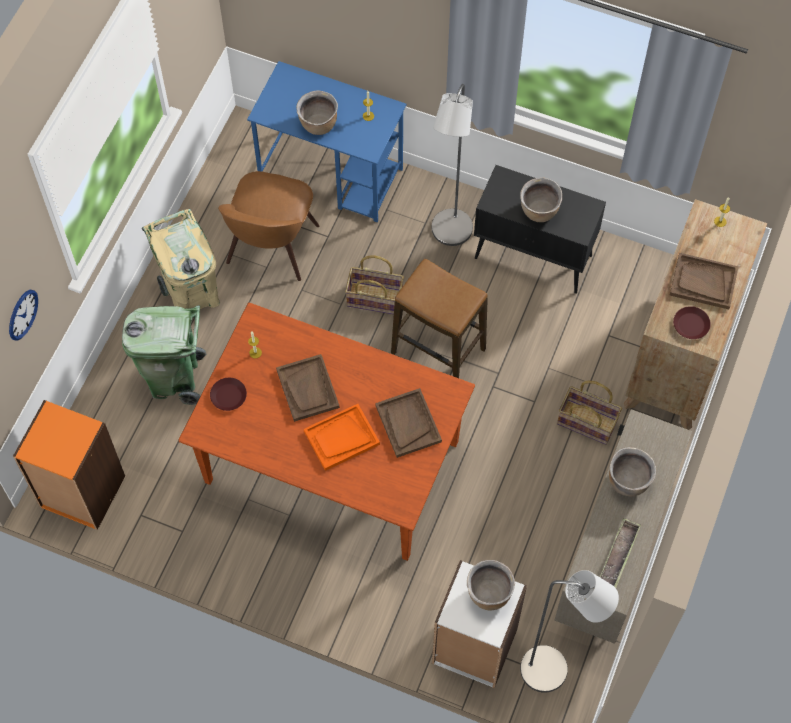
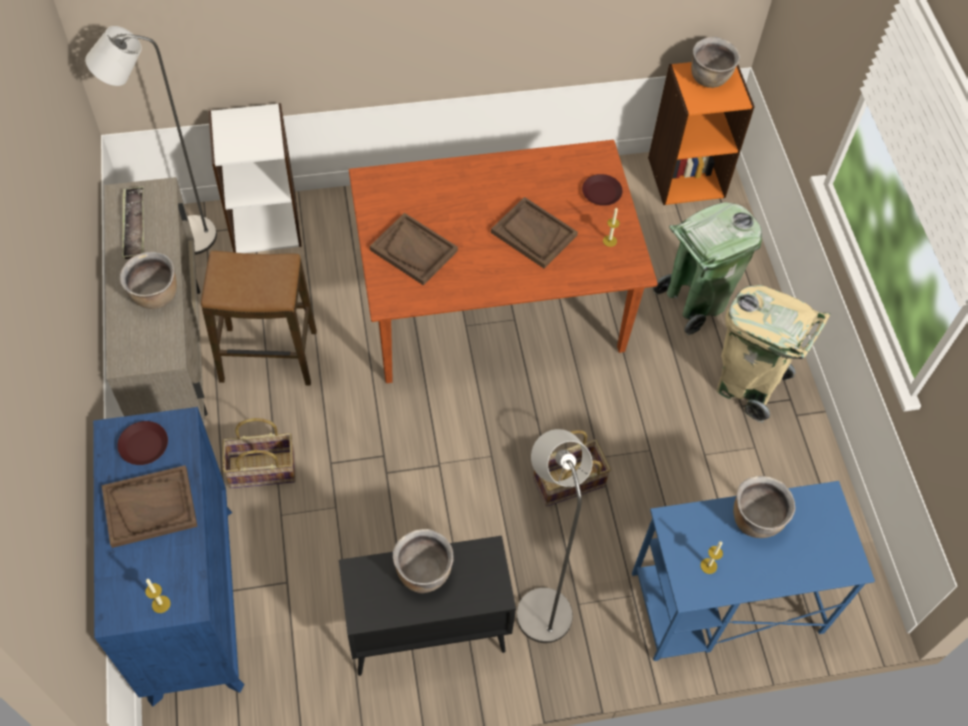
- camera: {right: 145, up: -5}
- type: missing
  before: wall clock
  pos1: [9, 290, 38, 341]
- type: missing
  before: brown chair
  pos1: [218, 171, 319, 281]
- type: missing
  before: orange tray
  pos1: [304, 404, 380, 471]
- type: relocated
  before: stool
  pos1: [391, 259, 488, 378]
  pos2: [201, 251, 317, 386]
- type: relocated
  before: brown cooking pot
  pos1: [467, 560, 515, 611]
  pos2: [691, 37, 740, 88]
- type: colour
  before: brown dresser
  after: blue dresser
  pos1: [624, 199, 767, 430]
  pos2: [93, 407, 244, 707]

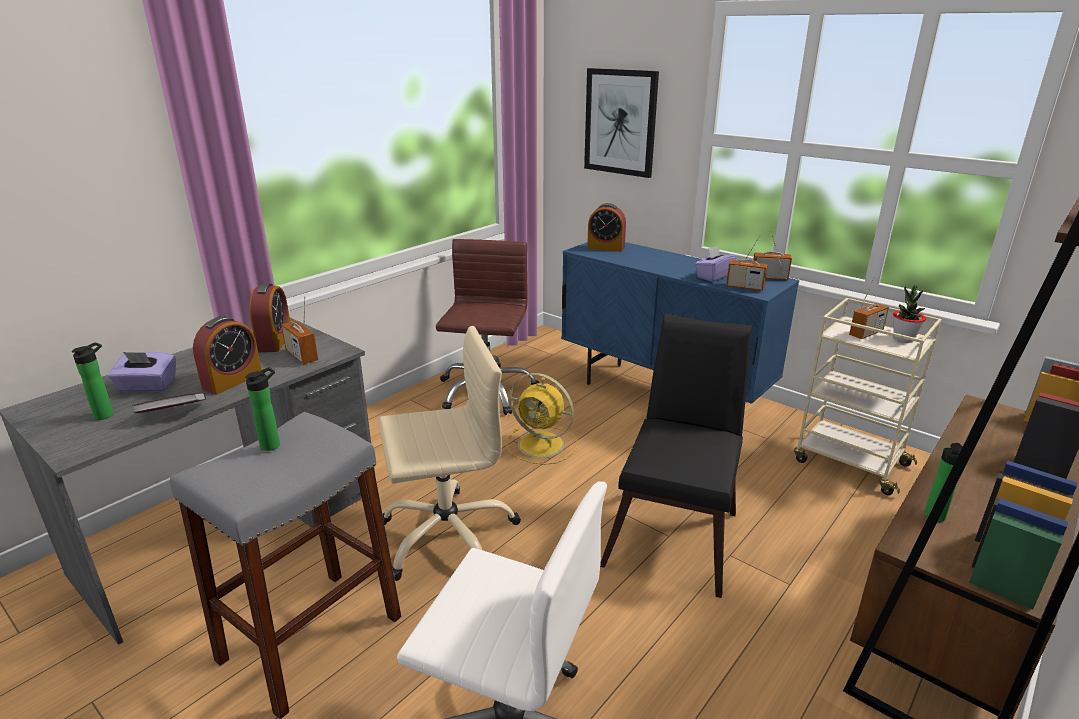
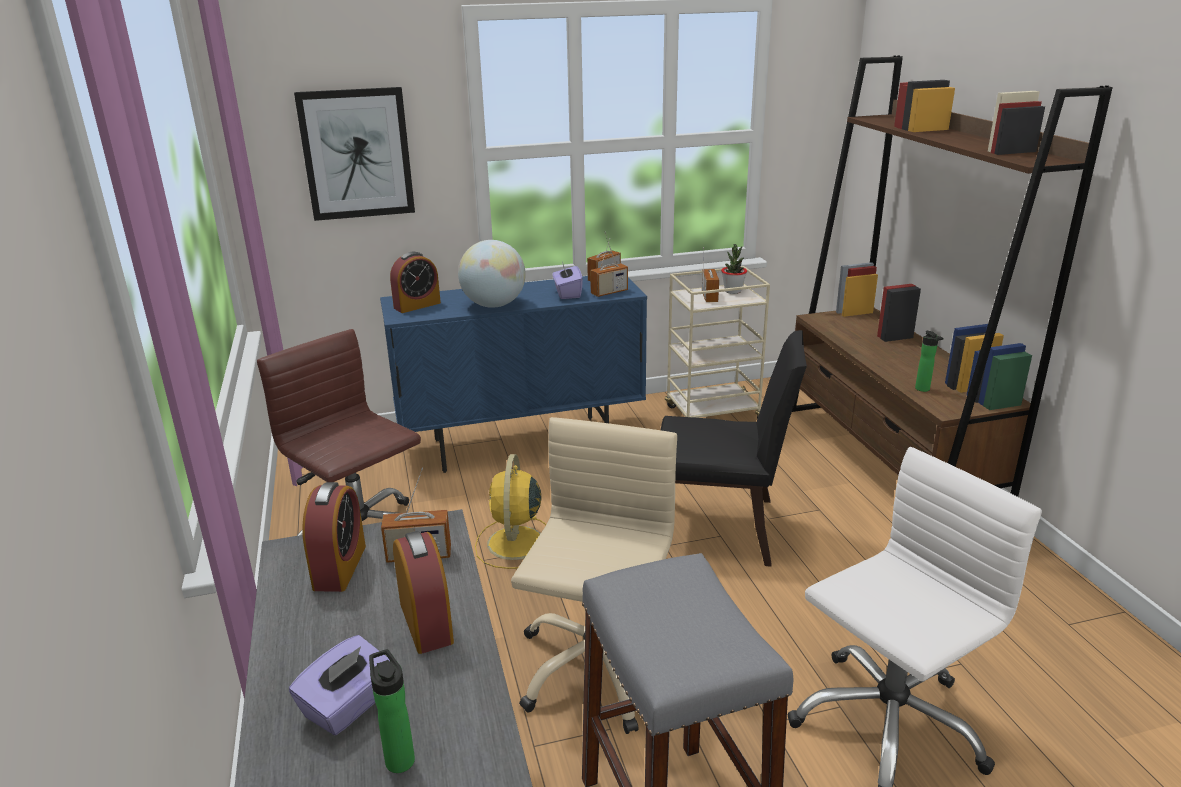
- camera: {right: -55, up: 0}
- type: missing
  before: book
  pos1: [132, 392, 206, 413]
- type: missing
  before: bottle
  pos1: [245, 367, 280, 451]
- type: appeared
  after: globe
  pos2: [458, 240, 526, 308]
- type: spun
  before: alarm clock
  pos1: [249, 283, 290, 352]
  pos2: [302, 482, 366, 592]
  turn: 60
- type: spun
  before: yellow fan
  pos1: [506, 373, 578, 465]
  pos2: [475, 454, 546, 569]
  turn: 120
- type: spun
  before: black chair
  pos1: [600, 313, 752, 598]
  pos2: [661, 330, 807, 567]
  turn: 135

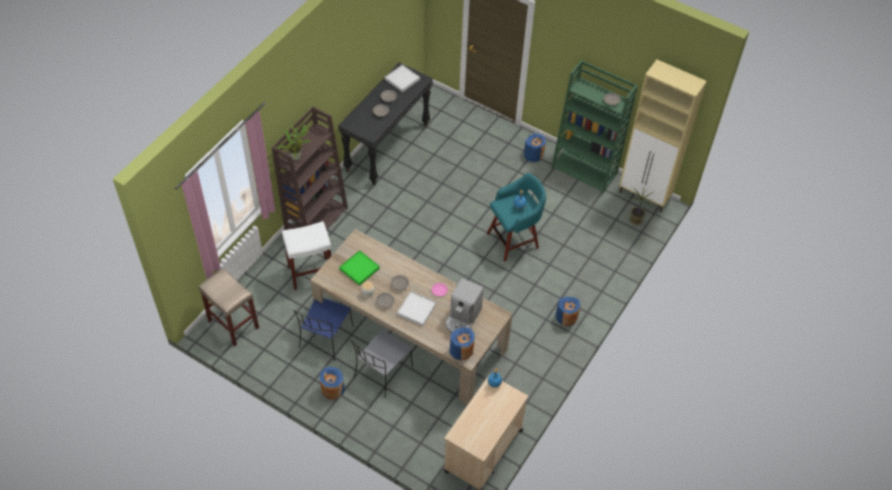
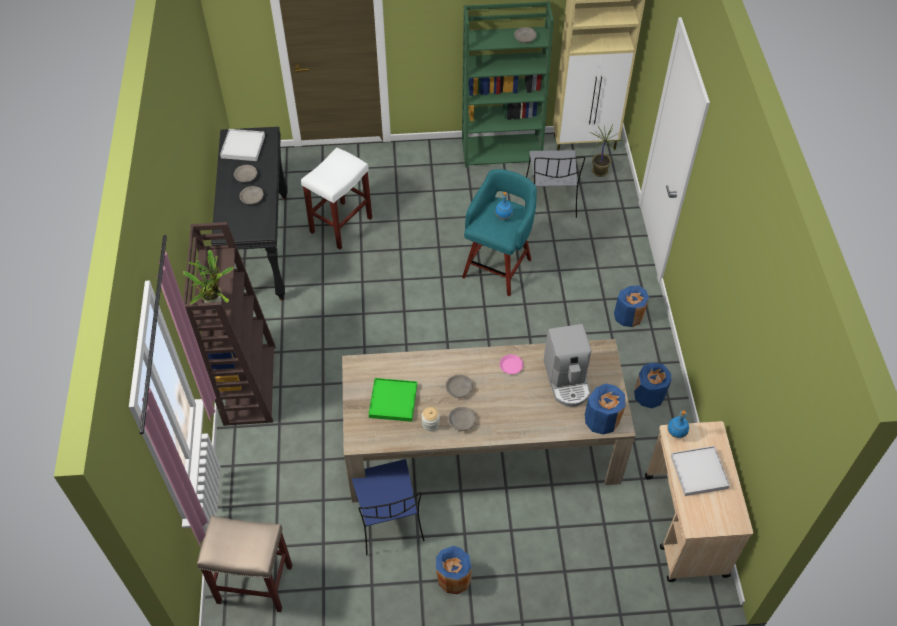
- camera: {right: -35, up: 0}
- type: relocated
  before: white stool
  pos1: [282, 221, 331, 290]
  pos2: [301, 147, 372, 249]
- type: relocated
  before: grey chair
  pos1: [351, 329, 413, 398]
  pos2: [526, 150, 585, 218]
- type: relocated
  before: white tray
  pos1: [397, 291, 436, 326]
  pos2: [671, 446, 730, 496]
- type: relocated
  before: blue vase
  pos1: [524, 133, 546, 162]
  pos2: [634, 363, 671, 408]

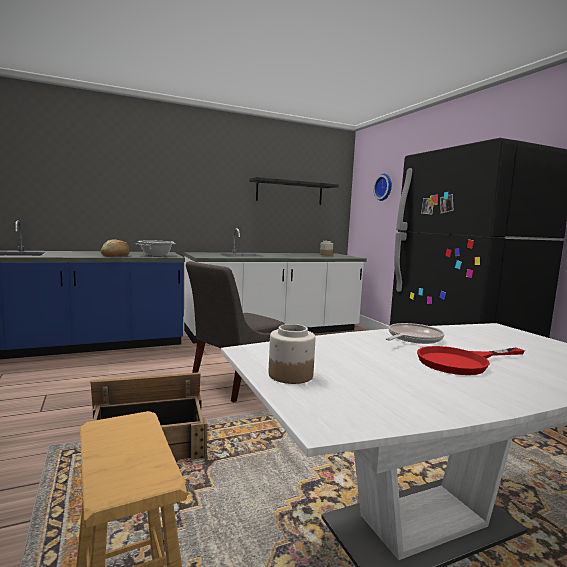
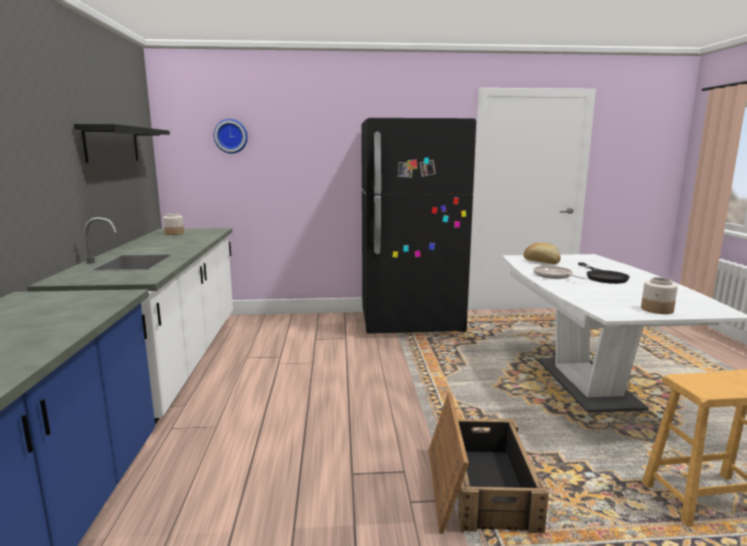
- camera: {right: -70, up: 5}
- type: missing
  before: cooking pot
  pos1: [136, 241, 176, 256]
- type: missing
  before: grey chair
  pos1: [186, 261, 285, 402]
- type: relocated
  before: bread
  pos1: [101, 239, 130, 257]
  pos2: [524, 242, 561, 264]
- type: colour
  before: red frying pan
  after: black frying pan
  pos1: [417, 346, 525, 375]
  pos2: [578, 262, 630, 284]

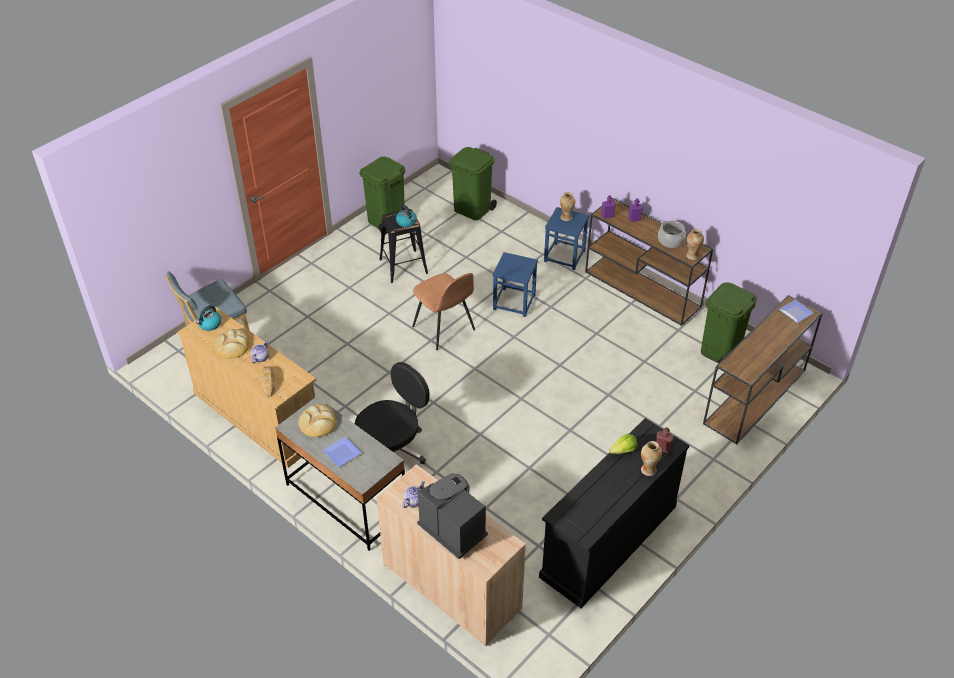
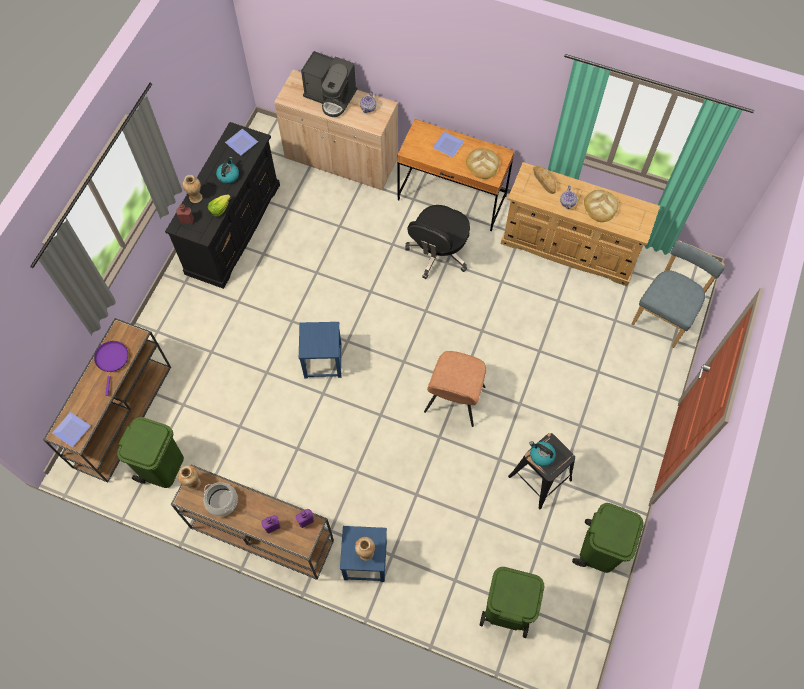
- camera: {right: 160, up: 20}
- type: appeared
  after: purple frying pan
  pos2: [94, 341, 128, 396]
- type: appeared
  after: plate
  pos2: [225, 129, 258, 156]
- type: relocated
  before: kettle
  pos1: [196, 305, 222, 331]
  pos2: [216, 157, 239, 184]
- type: relocated
  before: blue stool
  pos1: [493, 252, 538, 317]
  pos2: [299, 322, 342, 378]
- type: colour
  before: grey desk
  after: brown desk
  pos1: [275, 396, 405, 551]
  pos2: [397, 119, 515, 231]
- type: spun
  before: brown chair
  pos1: [412, 273, 475, 350]
  pos2: [424, 351, 486, 427]
  turn: -105

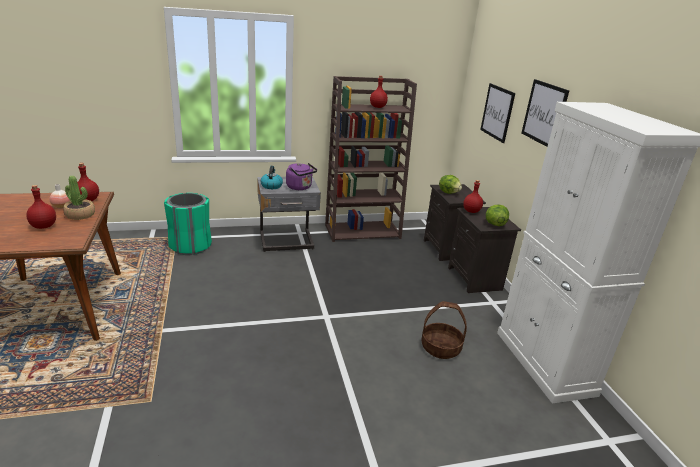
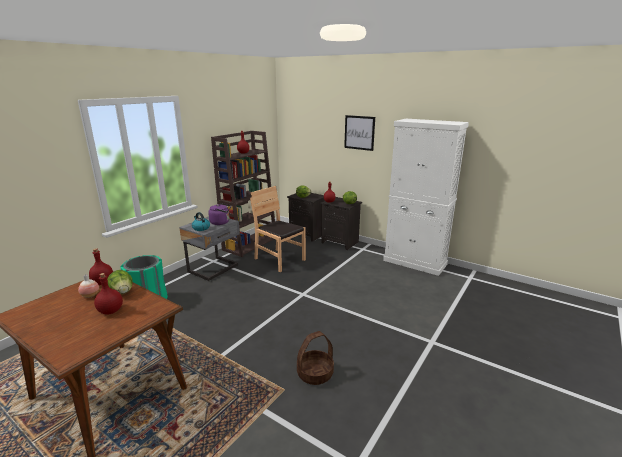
- camera: {right: -40, up: -5}
- type: missing
  before: picture
  pos1: [480, 83, 515, 143]
- type: appeared
  after: brown chair
  pos2: [250, 186, 306, 272]
- type: relocated
  before: basket
  pos1: [422, 301, 467, 359]
  pos2: [297, 331, 334, 385]
- type: exchanged
  before: potted plant
  after: lettuce
  pos1: [64, 176, 95, 220]
  pos2: [107, 270, 132, 294]

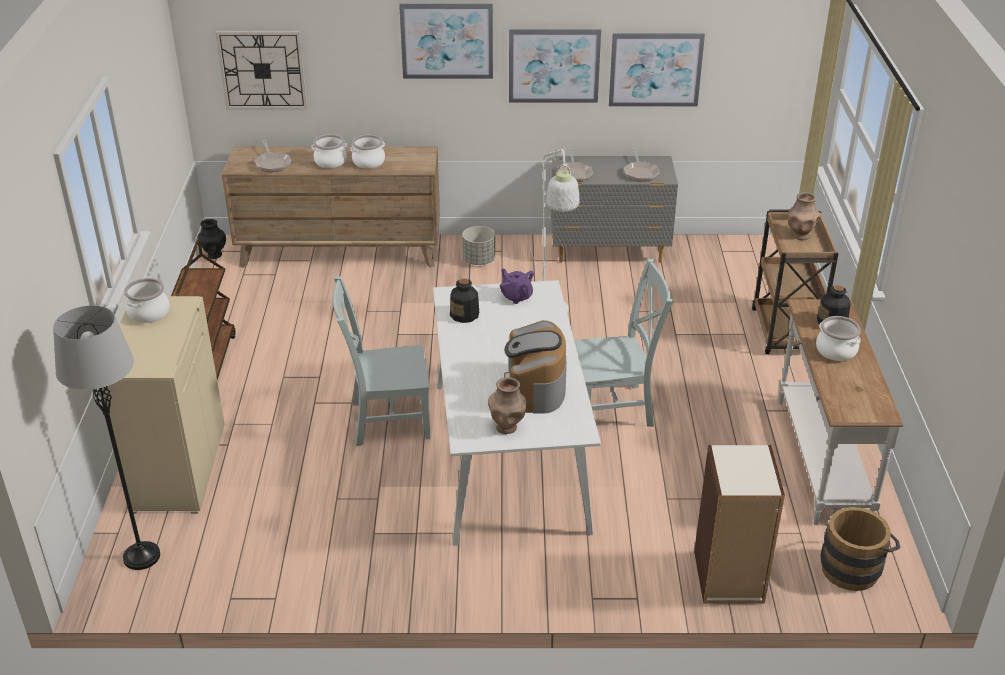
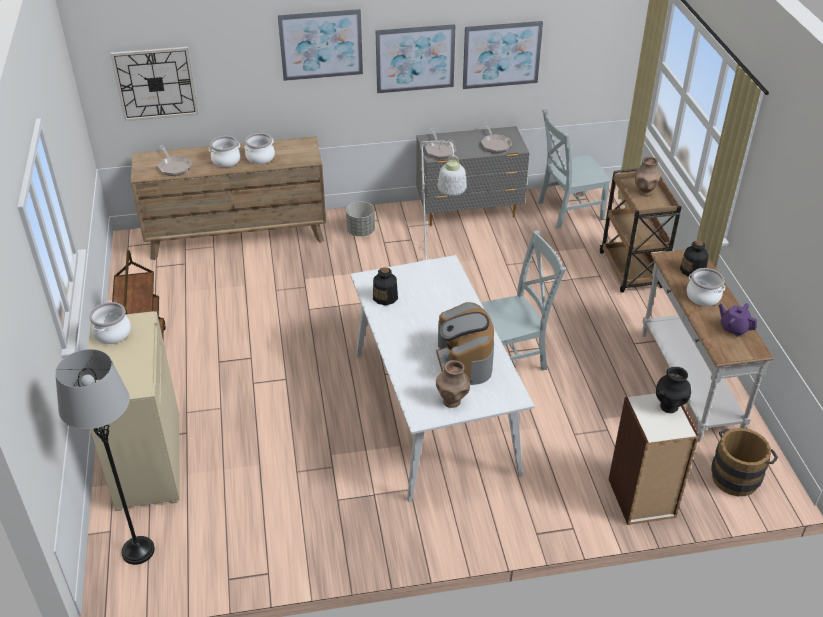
- camera: {right: -10, up: 5}
- type: relocated
  before: black vase
  pos1: [197, 219, 226, 259]
  pos2: [656, 367, 691, 413]
- type: relocated
  before: grey chair
  pos1: [333, 276, 430, 446]
  pos2: [538, 108, 611, 229]
- type: relocated
  before: purple teapot
  pos1: [500, 268, 534, 304]
  pos2: [719, 303, 757, 337]

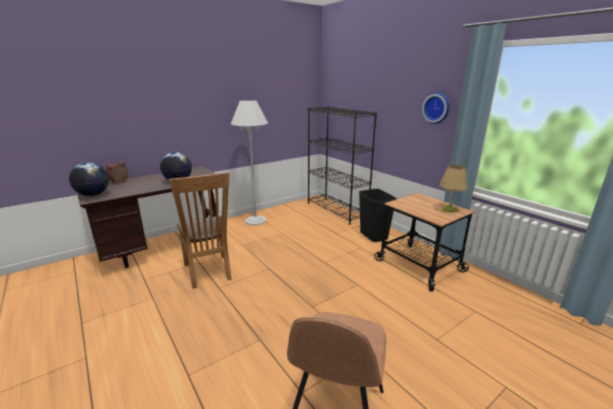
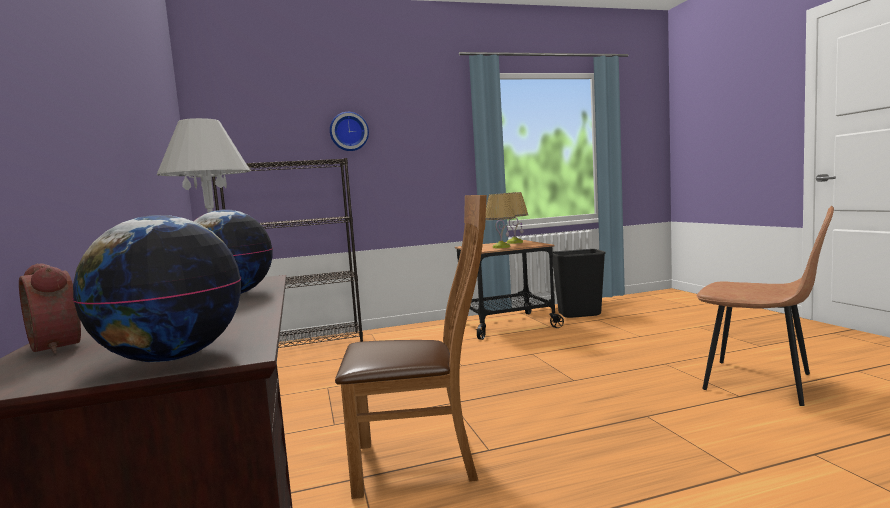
- camera: {right: -70, up: -15}
- type: appeared
  after: table lamp
  pos2: [486, 193, 516, 248]
- type: relocated
  before: black trash can
  pos1: [359, 189, 397, 242]
  pos2: [552, 249, 606, 318]
- type: relocated
  before: wall clock
  pos1: [422, 92, 450, 124]
  pos2: [330, 112, 369, 151]

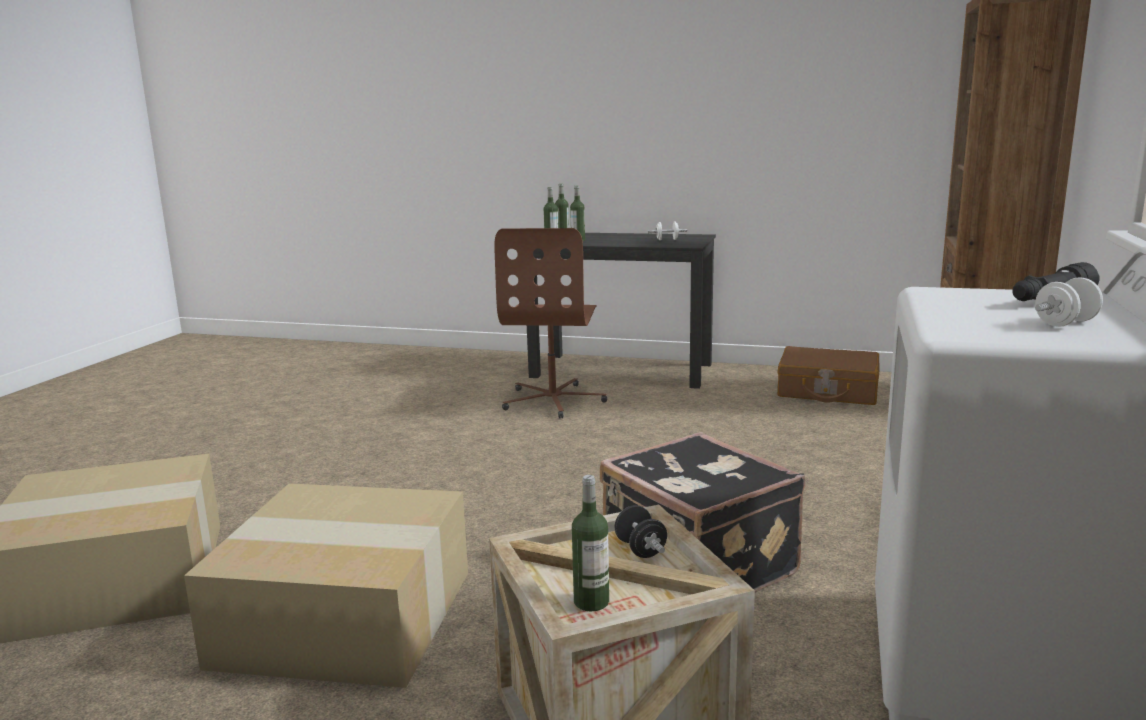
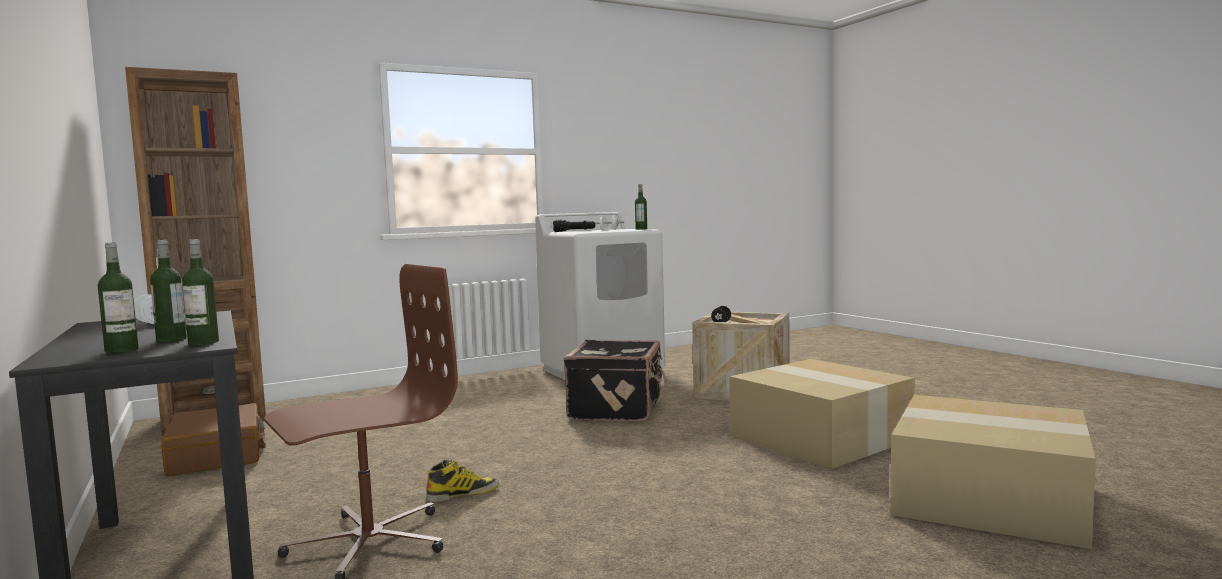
- camera: {right: -135, up: -10}
- type: appeared
  after: boot
  pos2: [426, 459, 499, 502]
- type: relocated
  before: bottle
  pos1: [572, 475, 609, 611]
  pos2: [635, 184, 647, 230]

